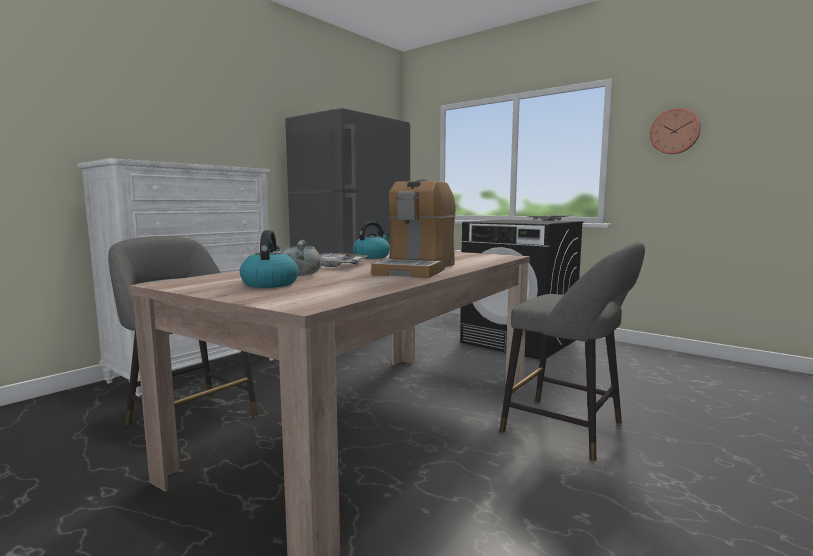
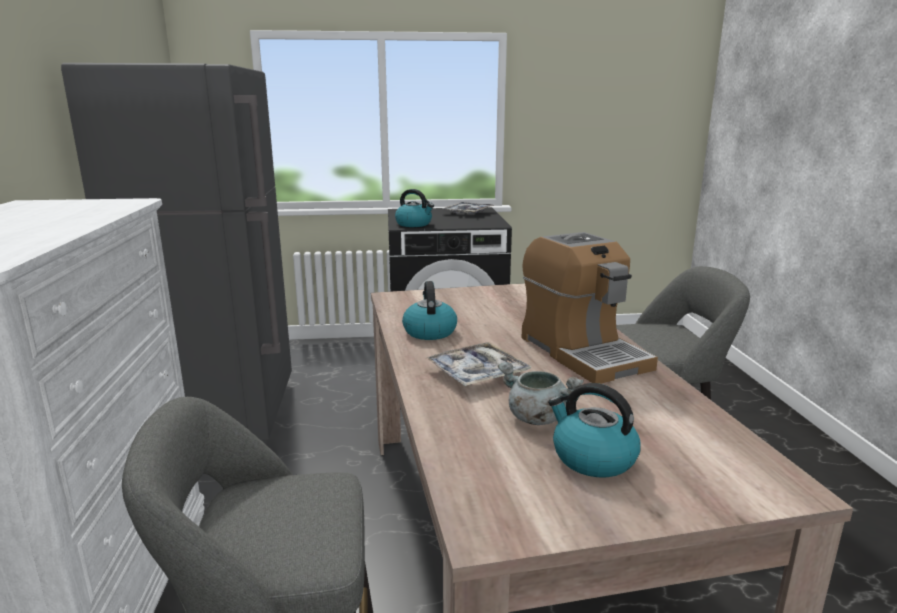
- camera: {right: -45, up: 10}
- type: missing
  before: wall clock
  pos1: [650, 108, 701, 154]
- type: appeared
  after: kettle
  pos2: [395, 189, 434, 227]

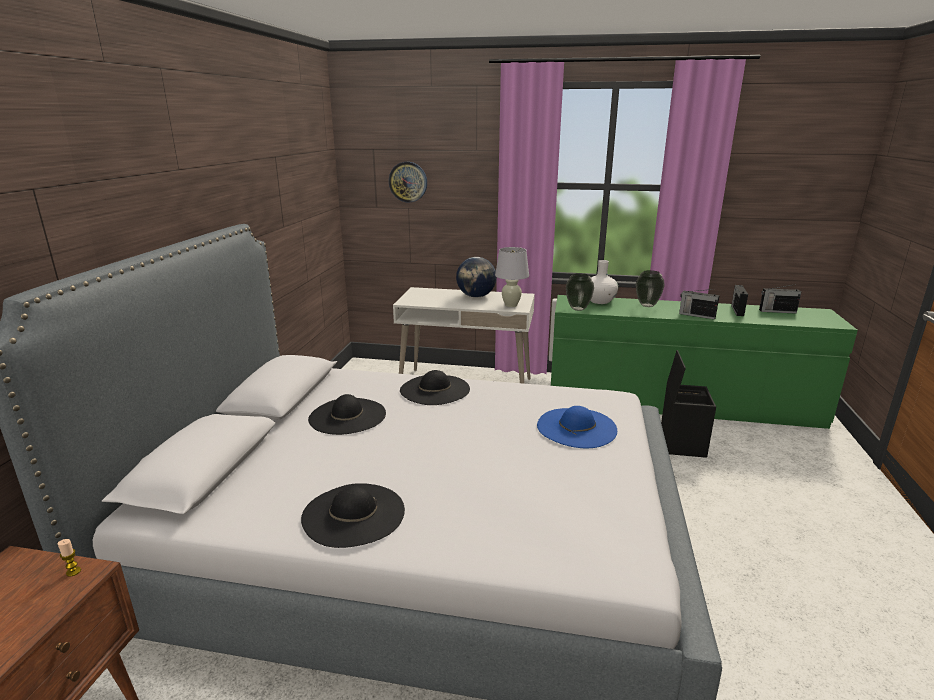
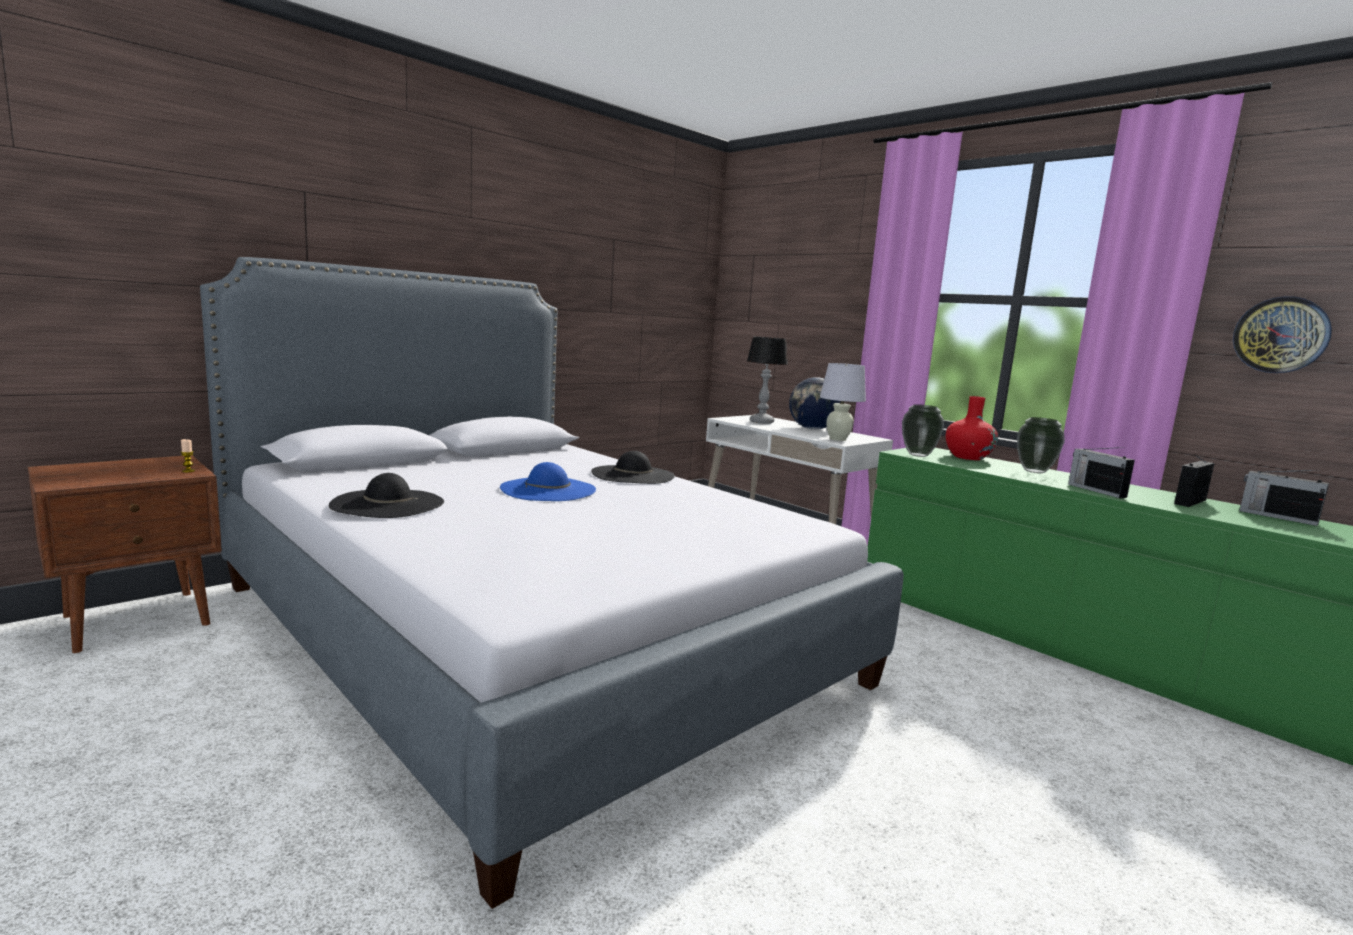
- camera: {right: 35, up: -10}
- type: missing
  before: black hat
  pos1: [308, 394, 386, 435]
- type: missing
  before: black storage box
  pos1: [661, 350, 716, 458]
- type: appeared
  after: table lamp
  pos2: [747, 337, 788, 424]
- type: relocated
  before: wall clock
  pos1: [389, 162, 427, 202]
  pos2: [1233, 296, 1332, 373]
- type: relocated
  before: blue hat
  pos1: [537, 406, 617, 448]
  pos2: [500, 462, 596, 501]
- type: colour
  before: white vase
  after: red vase
  pos1: [591, 260, 618, 304]
  pos2: [946, 396, 998, 460]

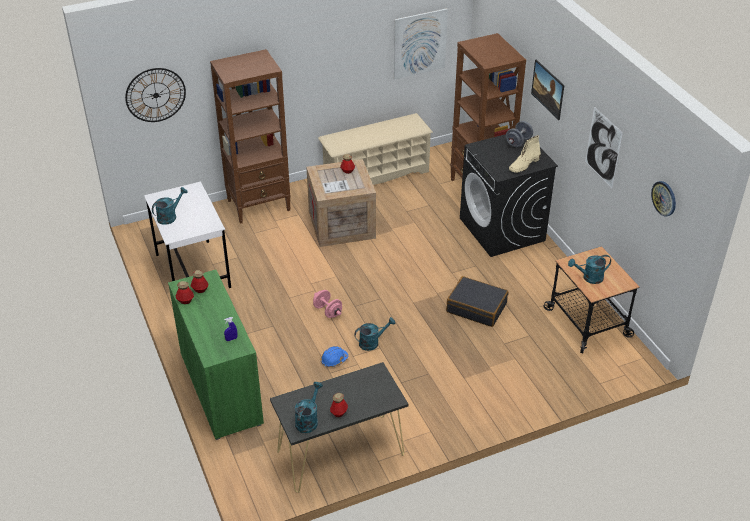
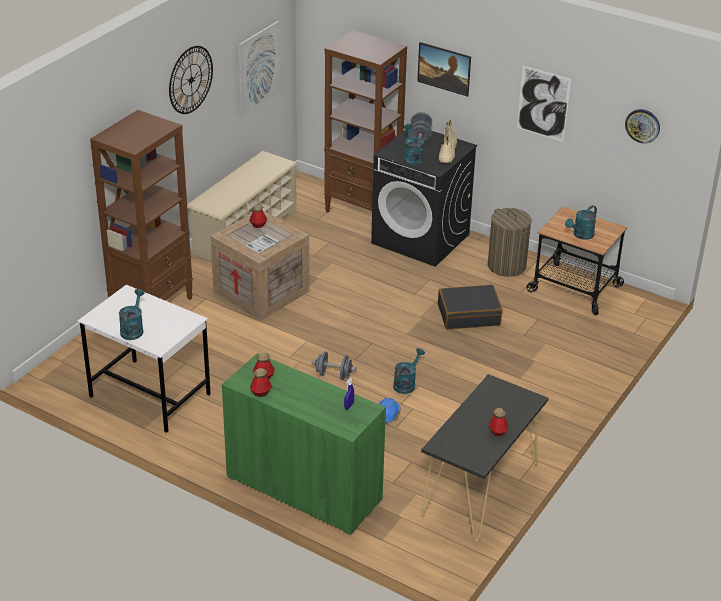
- camera: {right: -35, up: -5}
- type: appeared
  after: laundry basket
  pos2: [488, 208, 532, 277]
- type: relocated
  before: wall clock
  pos1: [125, 68, 186, 122]
  pos2: [169, 46, 213, 114]
- type: relocated
  before: turquoise watering can
  pos1: [295, 382, 323, 433]
  pos2: [404, 124, 424, 166]
- type: colour
  before: pink dumbbell
  after: grey dumbbell
  pos1: [313, 290, 342, 318]
  pos2: [312, 351, 356, 380]

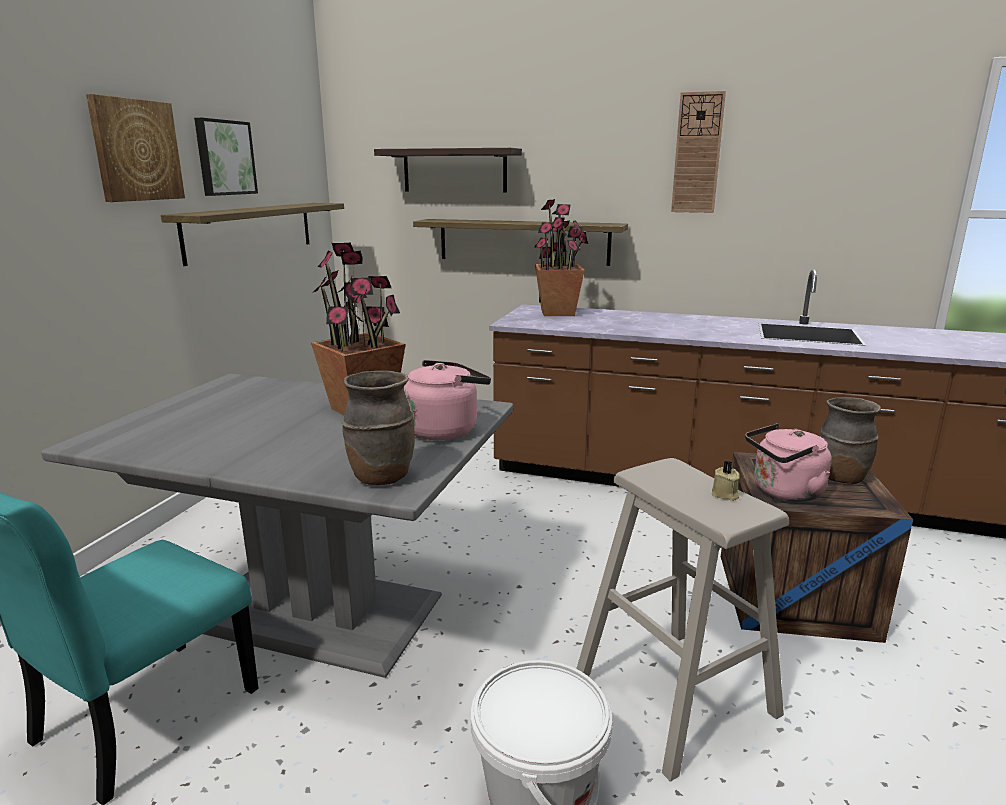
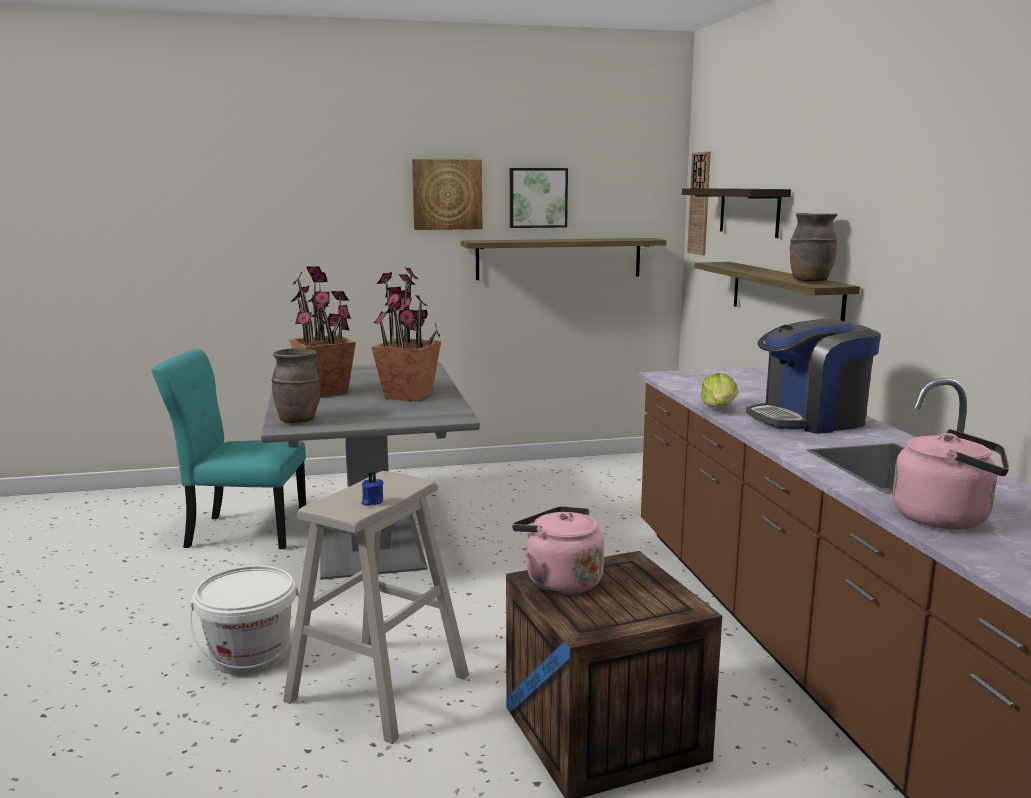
- camera: {right: 60, up: -5}
- type: appeared
  after: lettuce
  pos2: [701, 373, 738, 407]
- type: appeared
  after: coffee machine
  pos2: [746, 319, 881, 434]
- type: relocated
  before: pink kettle
  pos1: [404, 360, 491, 441]
  pos2: [892, 429, 1009, 529]
- type: relocated
  before: potted plant
  pos1: [534, 199, 588, 316]
  pos2: [289, 266, 356, 397]
- type: relocated
  before: wall clock
  pos1: [671, 91, 726, 213]
  pos2: [687, 152, 711, 256]
- type: relocated
  before: brown vase
  pos1: [819, 397, 881, 484]
  pos2: [790, 213, 837, 282]
- type: colour
  before: beige candle
  after: blue candle
  pos1: [712, 460, 740, 501]
  pos2: [361, 472, 383, 506]

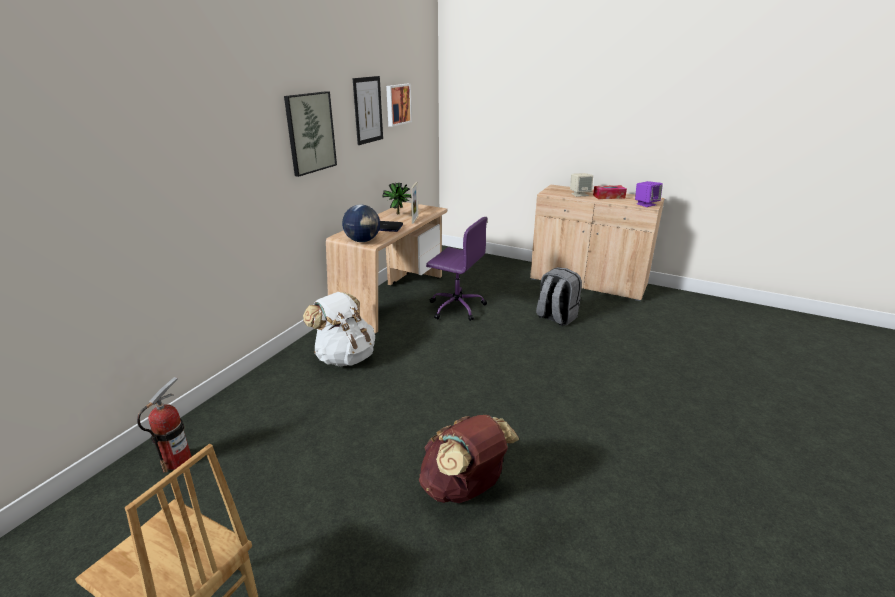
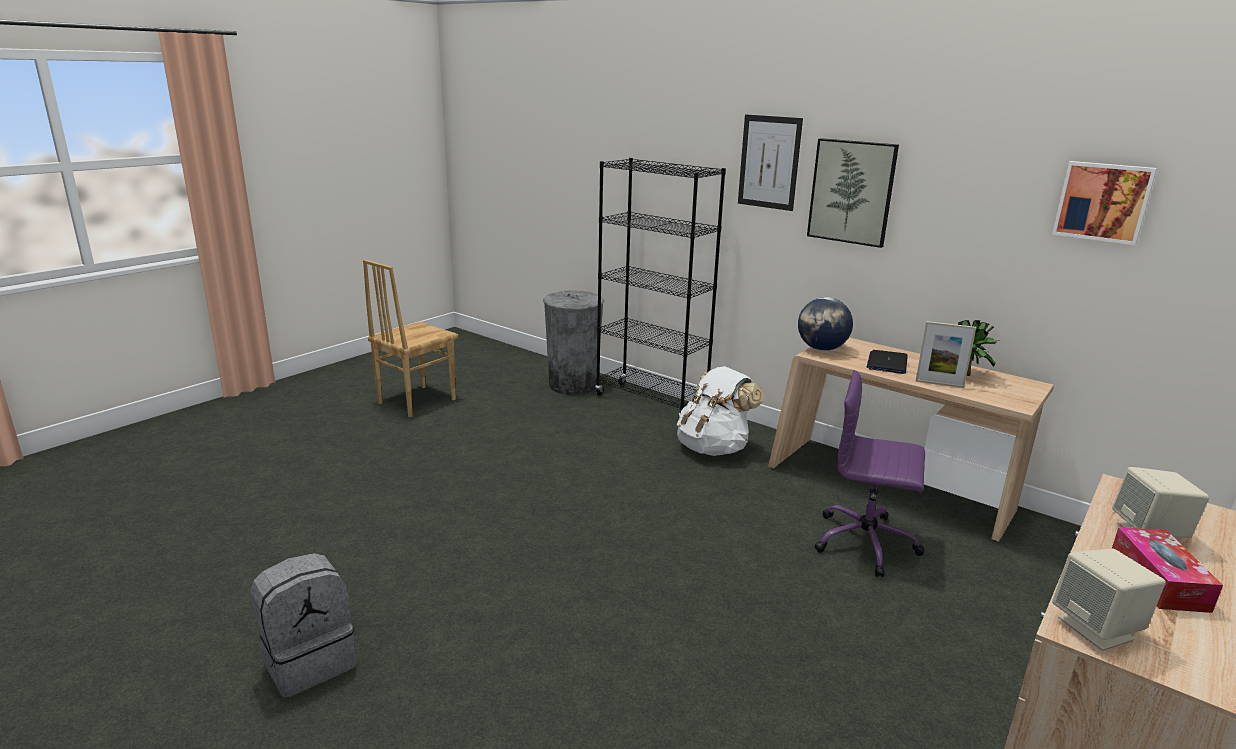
- camera: {right: 100, up: -5}
- type: missing
  before: brown backpack
  pos1: [419, 415, 519, 503]
- type: appeared
  after: black bookcase
  pos2: [595, 158, 726, 417]
- type: relocated
  before: picture
  pos1: [353, 76, 383, 145]
  pos2: [738, 115, 803, 211]
- type: relocated
  before: grey backpack
  pos1: [536, 267, 582, 326]
  pos2: [251, 553, 356, 698]
- type: exchanged
  before: fire extinguisher
  after: grey trash can
  pos1: [137, 377, 192, 473]
  pos2: [543, 290, 604, 395]
- type: colour
  before: purple speaker
  after: beige speaker
  pos1: [635, 181, 663, 207]
  pos2: [1052, 548, 1166, 651]
- type: spun
  before: purple office chair
  pos1: [426, 217, 487, 321]
  pos2: [815, 370, 925, 577]
  turn: 75

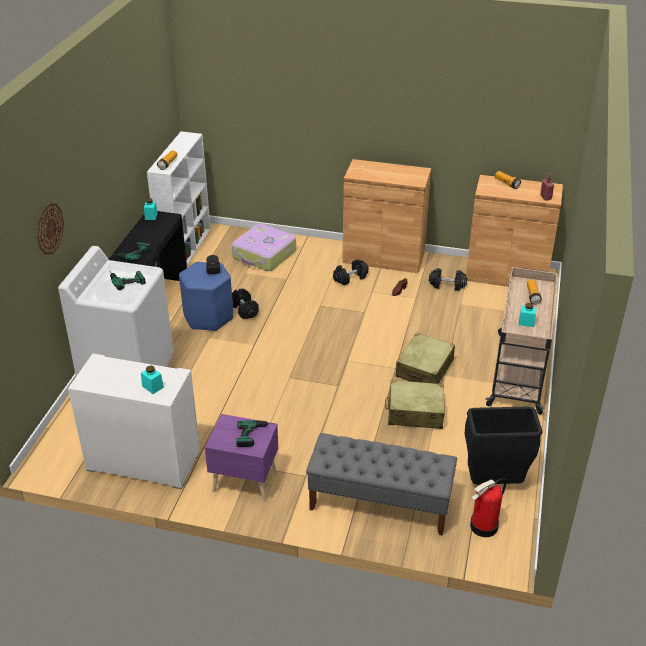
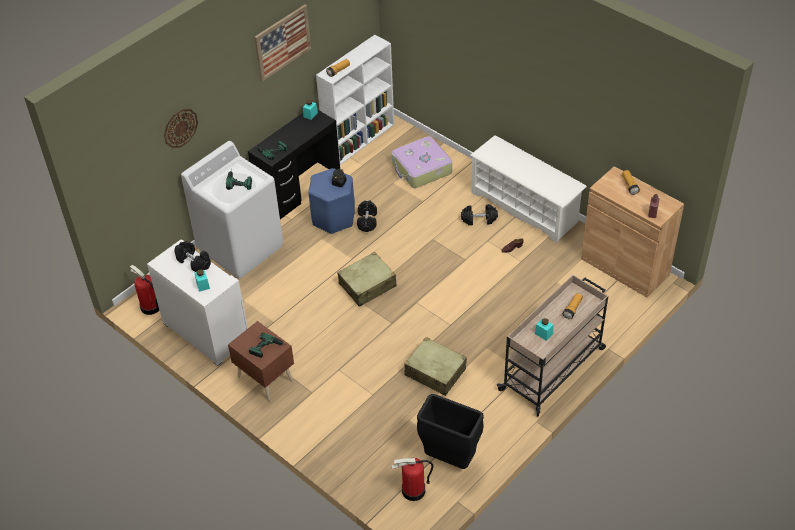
- camera: {right: 30, up: 10}
- type: missing
  before: grey bench
  pos1: [306, 433, 457, 536]
- type: appeared
  after: fire extinguisher
  pos2: [130, 265, 159, 315]
- type: appeared
  after: picture
  pos2: [254, 4, 311, 82]
- type: relocated
  before: beige suitcase
  pos1: [395, 332, 455, 384]
  pos2: [338, 252, 397, 307]
- type: relocated
  before: black dumbbell
  pos1: [429, 268, 467, 291]
  pos2: [174, 241, 211, 272]
- type: exchanged
  before: brown cabinet
  after: white shoe rack
  pos1: [343, 159, 431, 273]
  pos2: [470, 135, 587, 243]
- type: colour
  before: purple nightstand
  after: brown nightstand
  pos1: [205, 414, 278, 502]
  pos2: [228, 321, 294, 401]

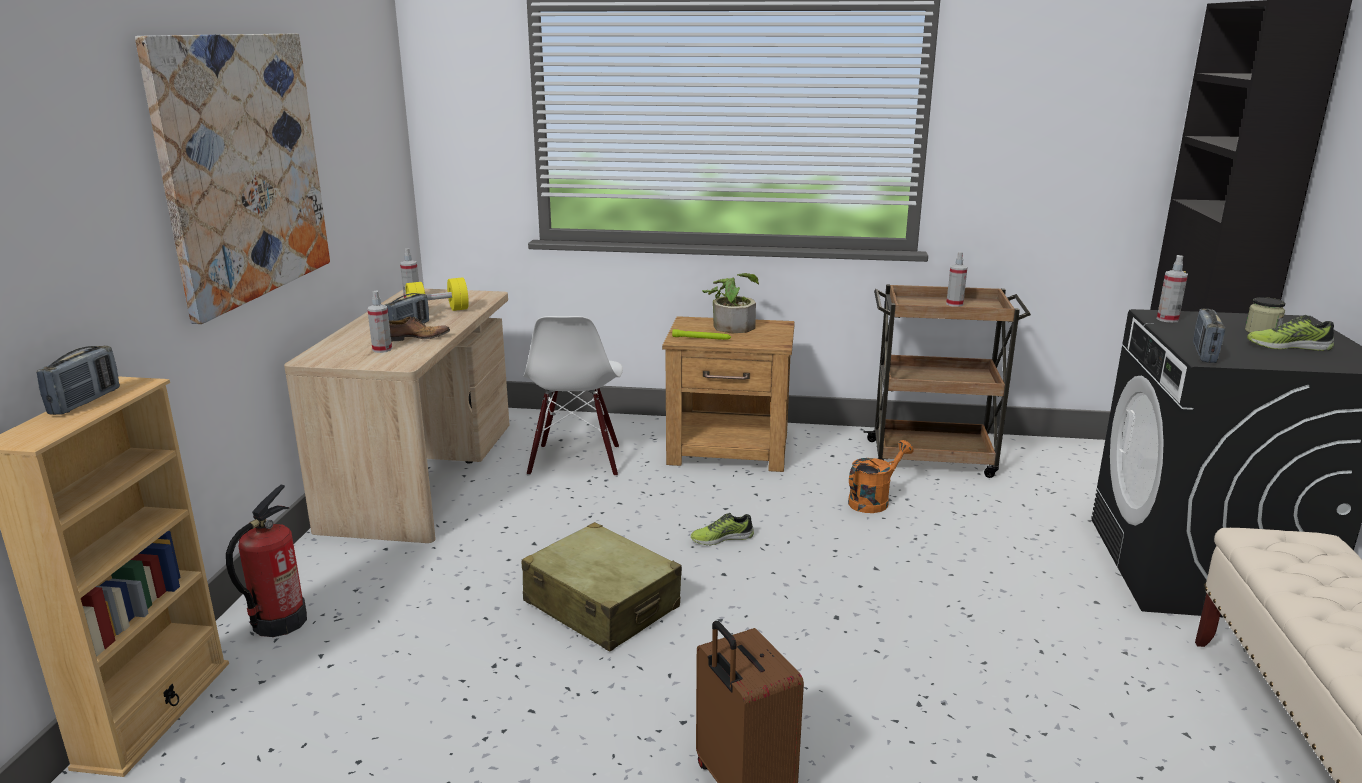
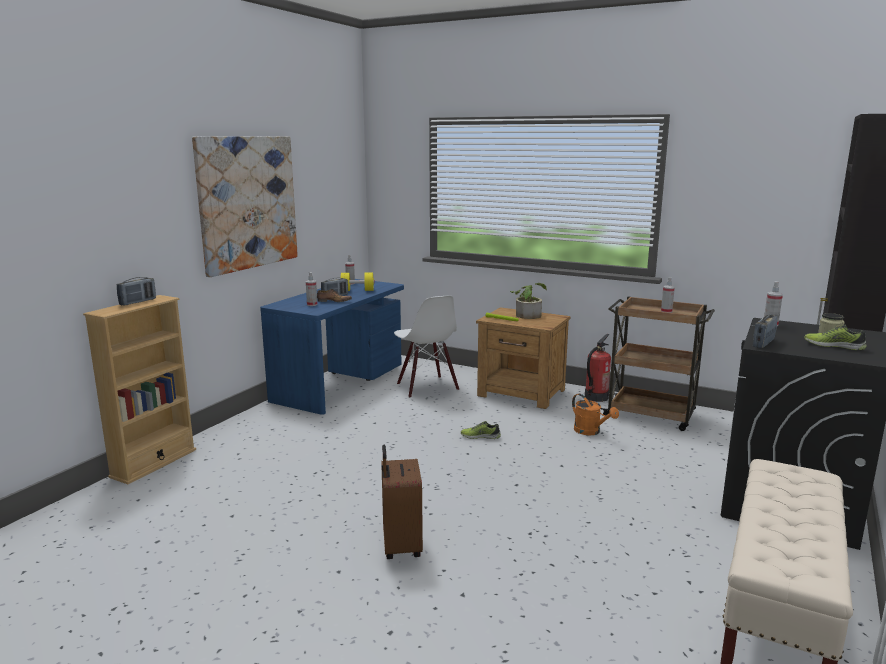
- camera: {right: 20, up: -5}
- type: missing
  before: beige suitcase
  pos1: [522, 522, 682, 652]
- type: relocated
  before: fire extinguisher
  pos1: [226, 484, 307, 637]
  pos2: [585, 334, 611, 402]
- type: colour
  before: beige desk
  after: blue desk
  pos1: [284, 289, 509, 543]
  pos2: [260, 279, 404, 415]
- type: spun
  before: white chair
  pos1: [523, 316, 623, 477]
  pos2: [394, 295, 459, 398]
  turn: -45
- type: spun
  before: orange watering can
  pos1: [848, 440, 913, 513]
  pos2: [572, 394, 619, 435]
  turn: 75

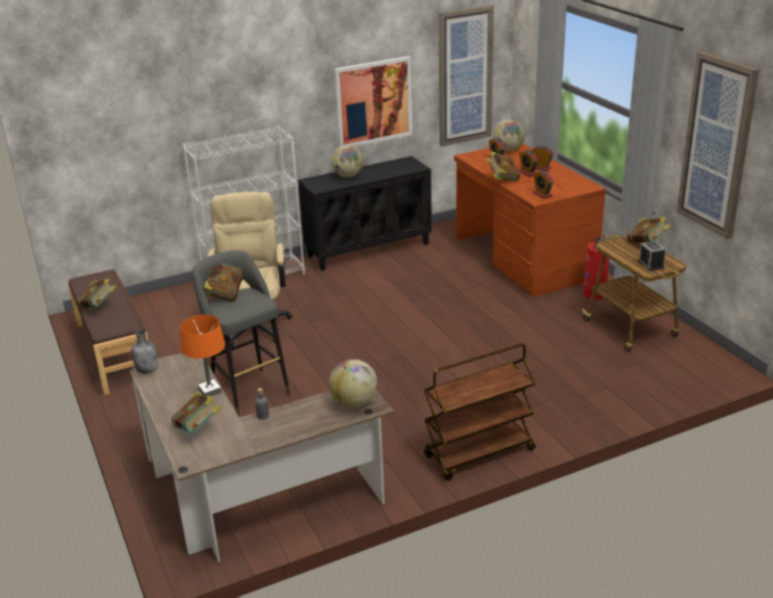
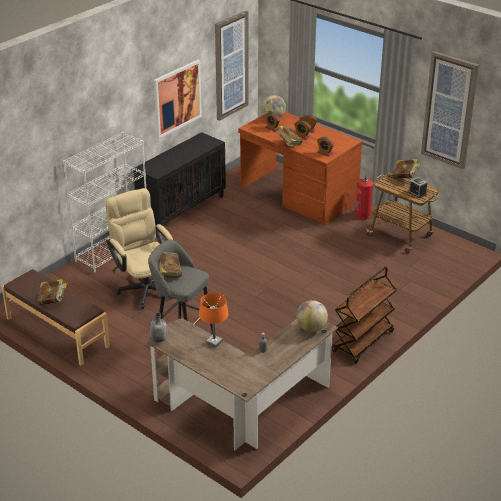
- camera: {right: -25, up: 5}
- type: missing
  before: book
  pos1: [171, 392, 222, 433]
- type: missing
  before: globe
  pos1: [332, 145, 364, 178]

